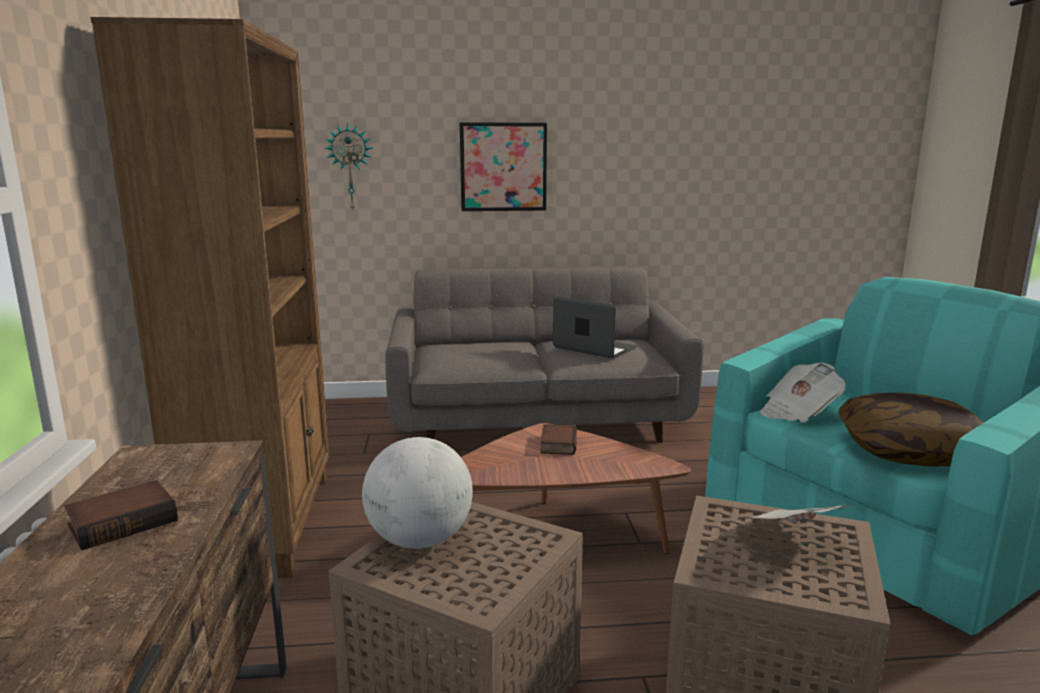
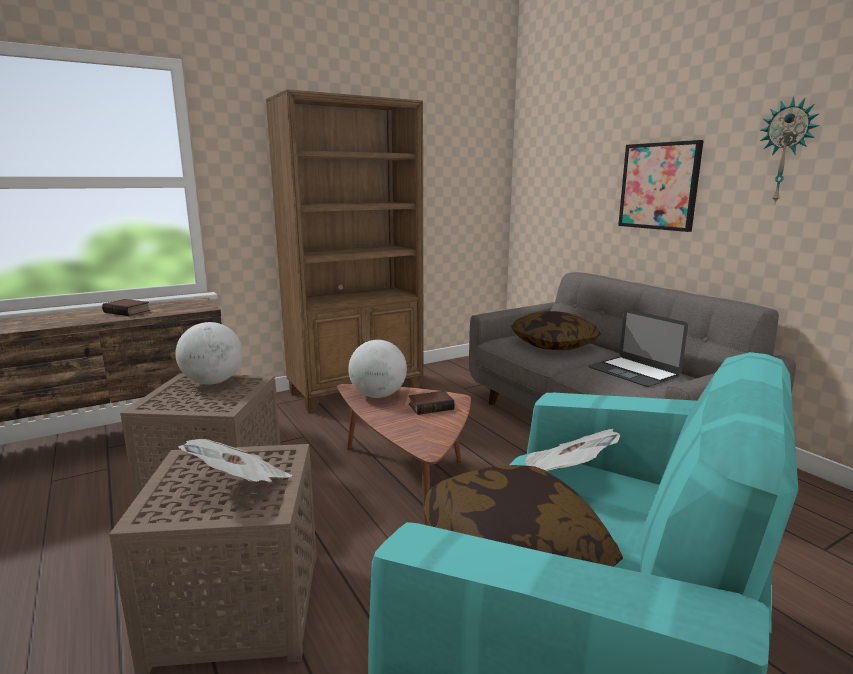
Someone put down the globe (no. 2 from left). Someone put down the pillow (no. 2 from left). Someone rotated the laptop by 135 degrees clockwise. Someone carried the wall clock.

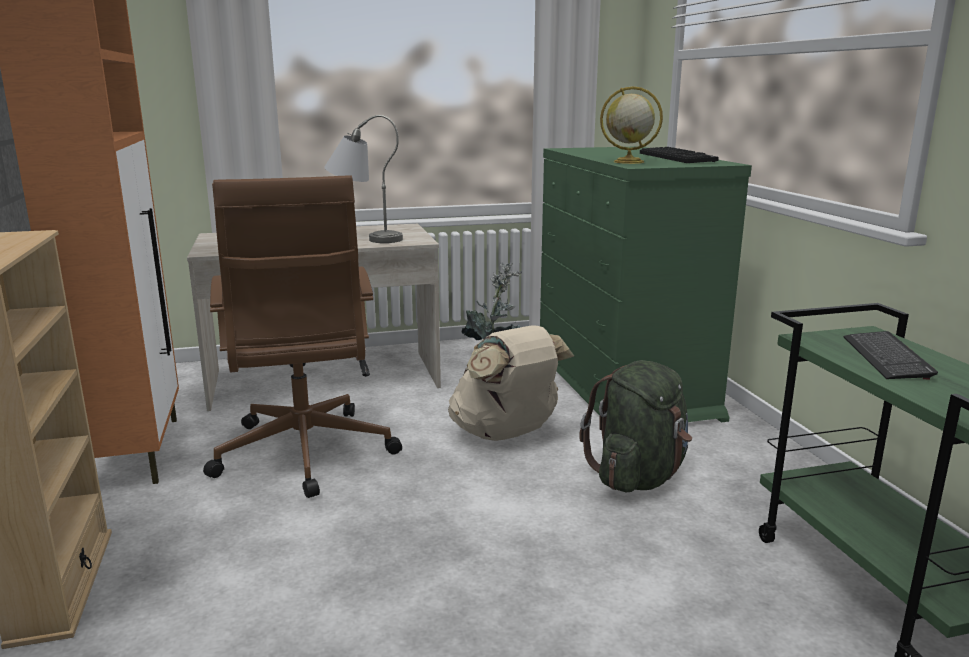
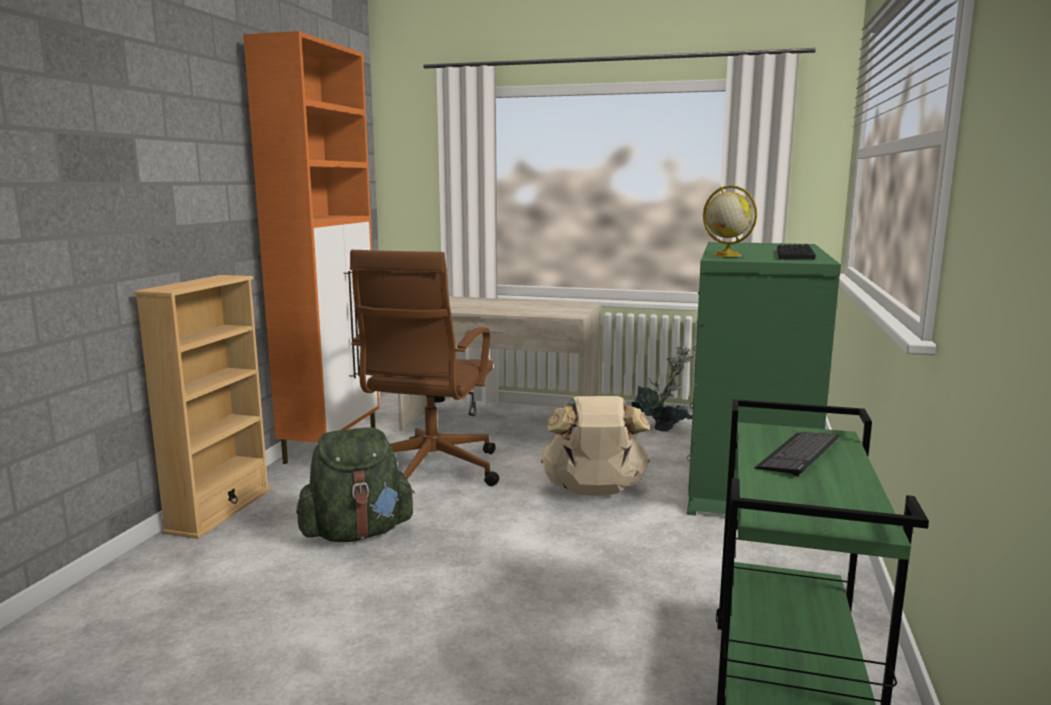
Someone carried the green backpack. Someone took away the grey table lamp.

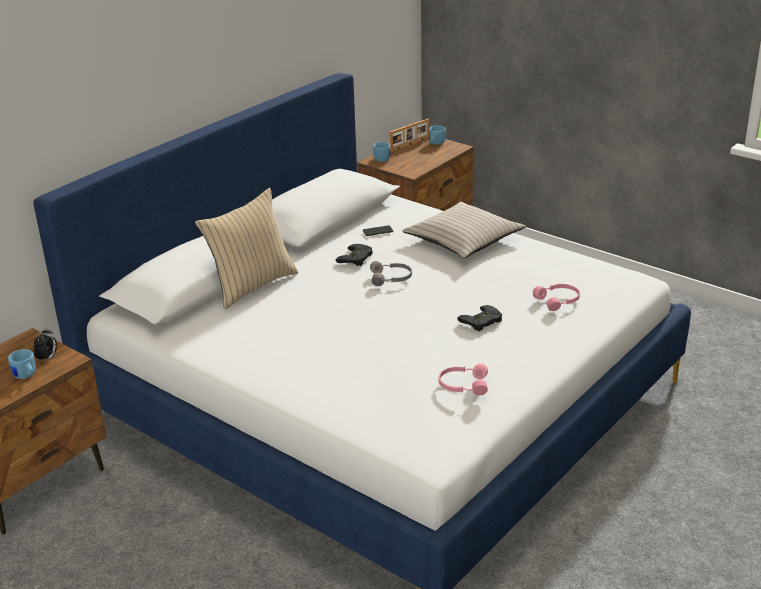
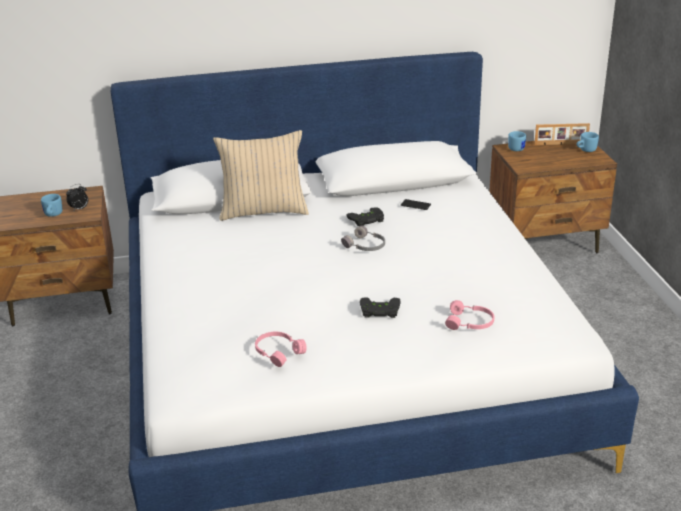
Someone took away the beige pillow (no. 2 from left).

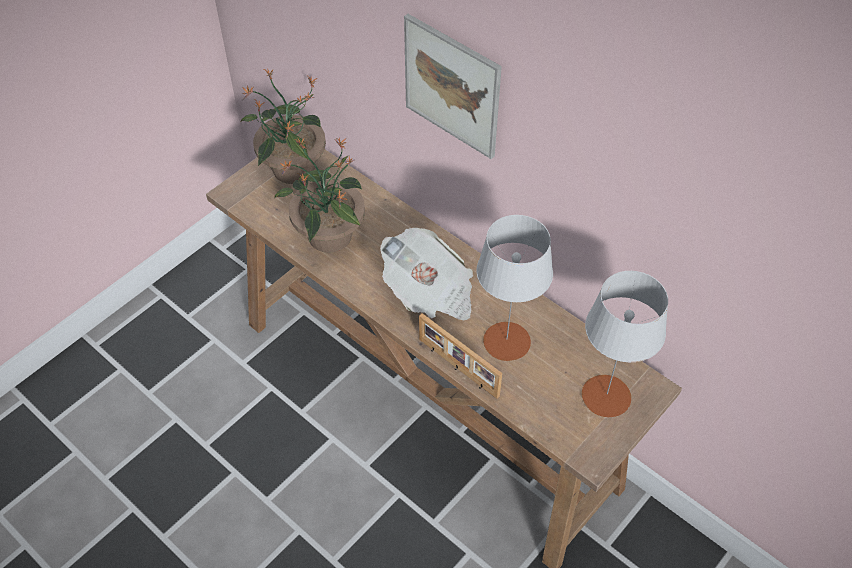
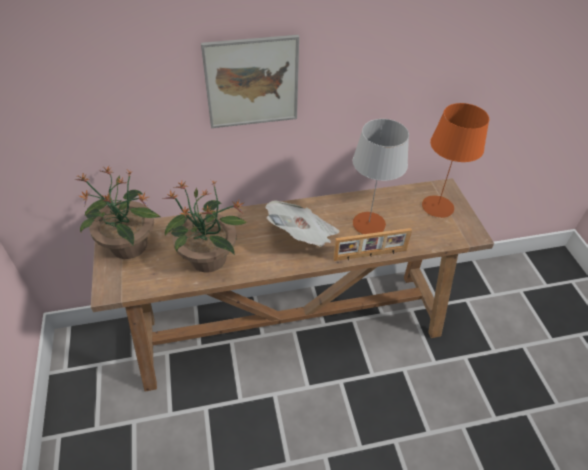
Someone repainted the grey table lamp (no. 2 from left), which became the orange table lamp.

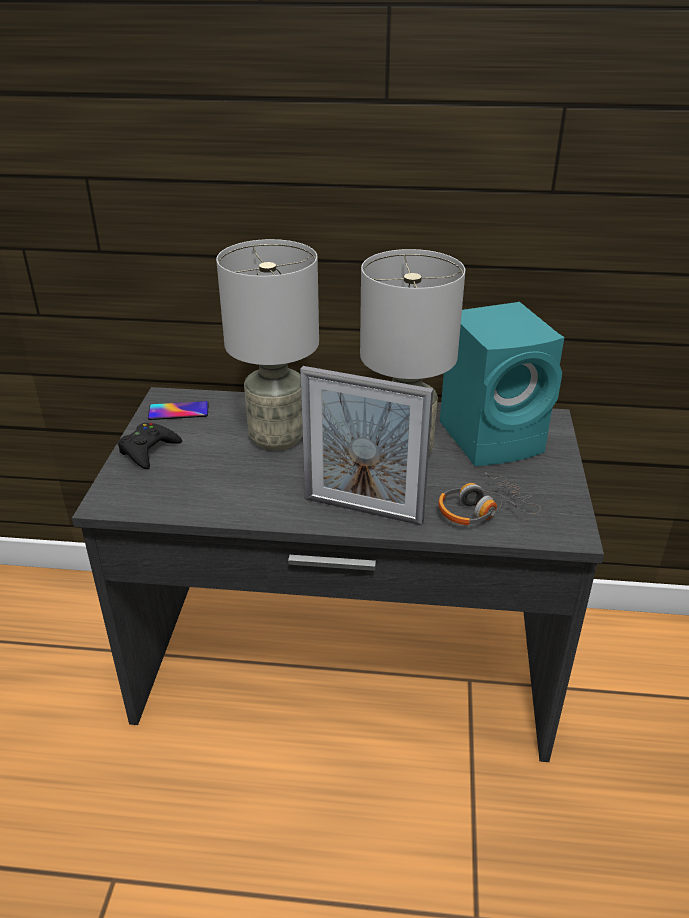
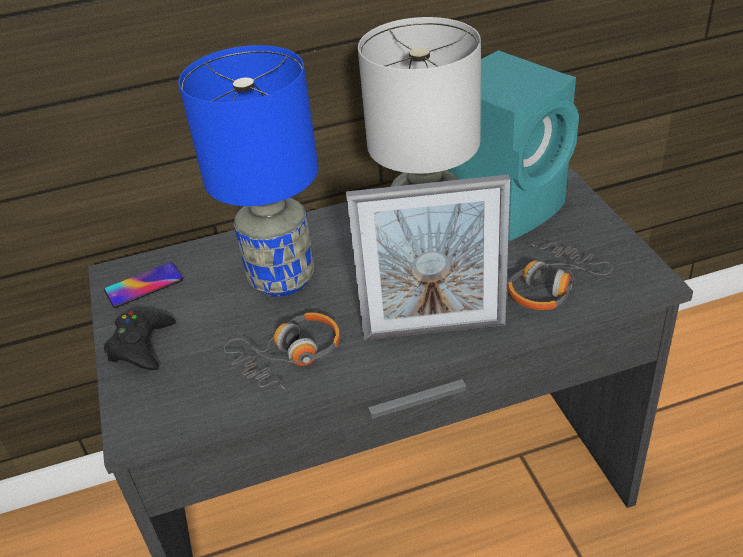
Someone repainted the grey table lamp (no. 1 from left), which became the blue table lamp. Someone put down the headphones (no. 1 from left).

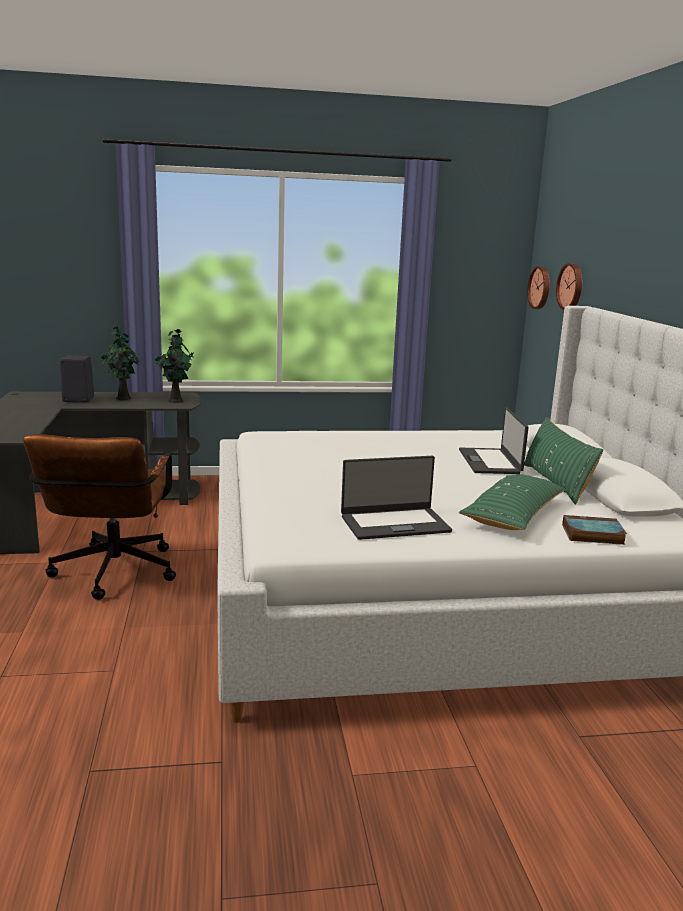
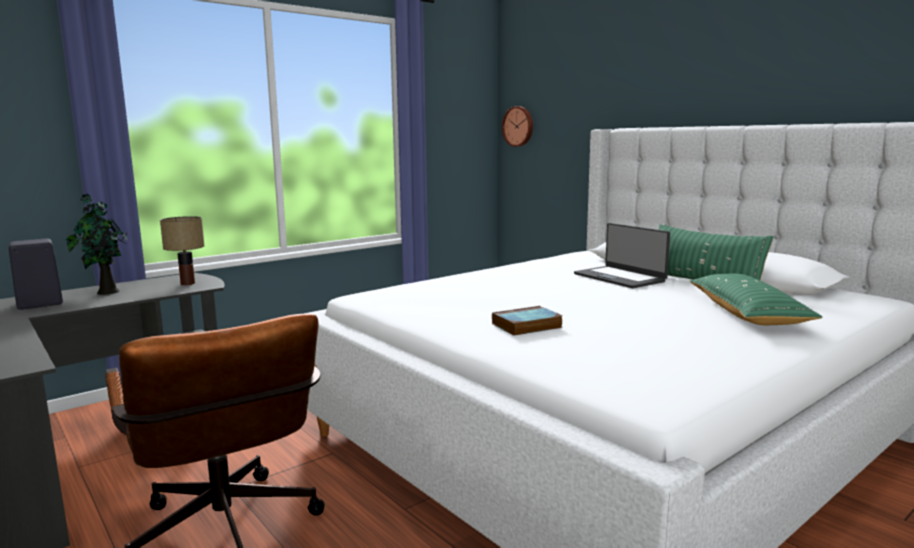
Someone swapped the potted plant (no. 2 from left) for the table lamp. Someone carried the book. Someone took away the laptop (no. 1 from left). Someone took away the wall clock (no. 2 from left).

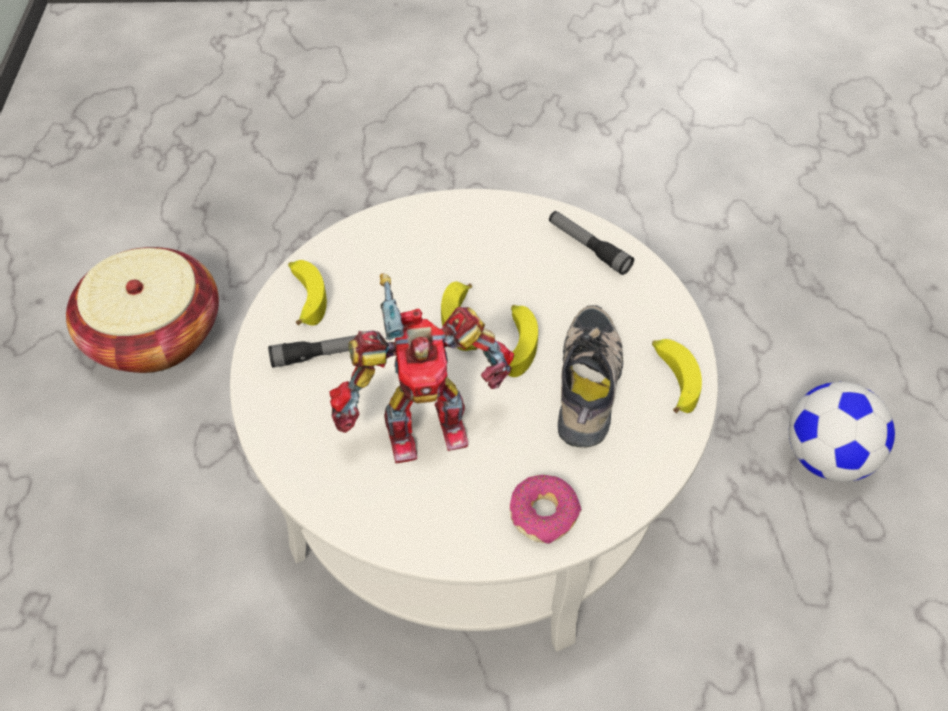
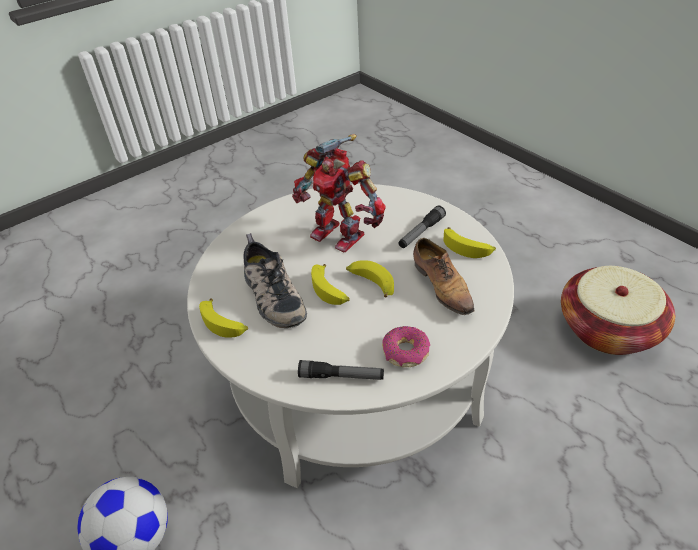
Someone rotated the toy robot by 90 degrees counterclockwise. Someone carried the donut. Someone put down the shoe (no. 2 from left).

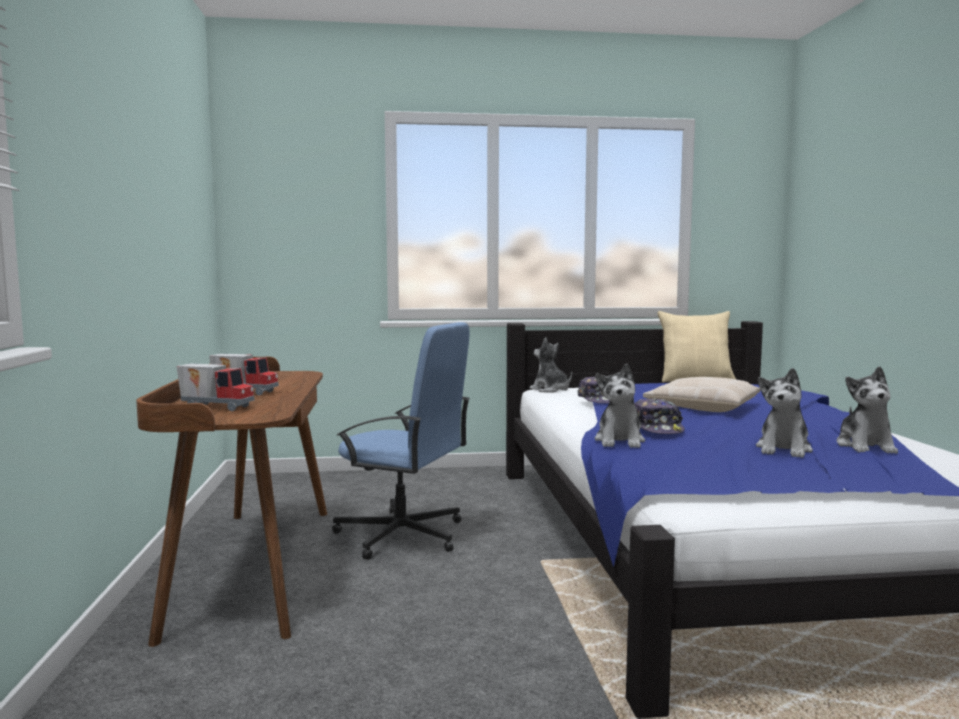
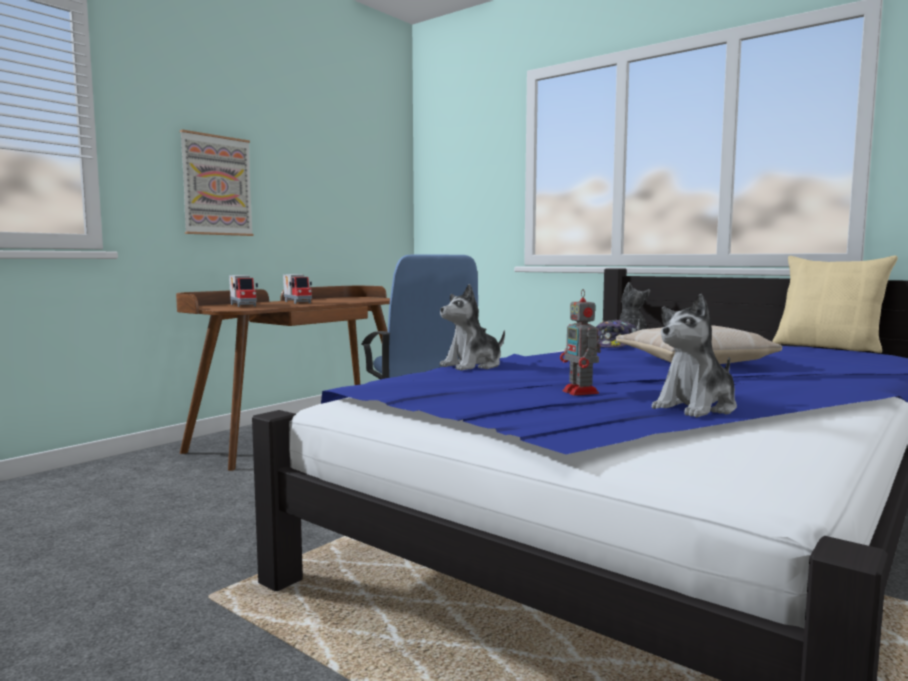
Someone put up the picture. Someone swapped the plush toy (no. 3 from left) for the toy robot. Someone took away the cap (no. 2 from left).

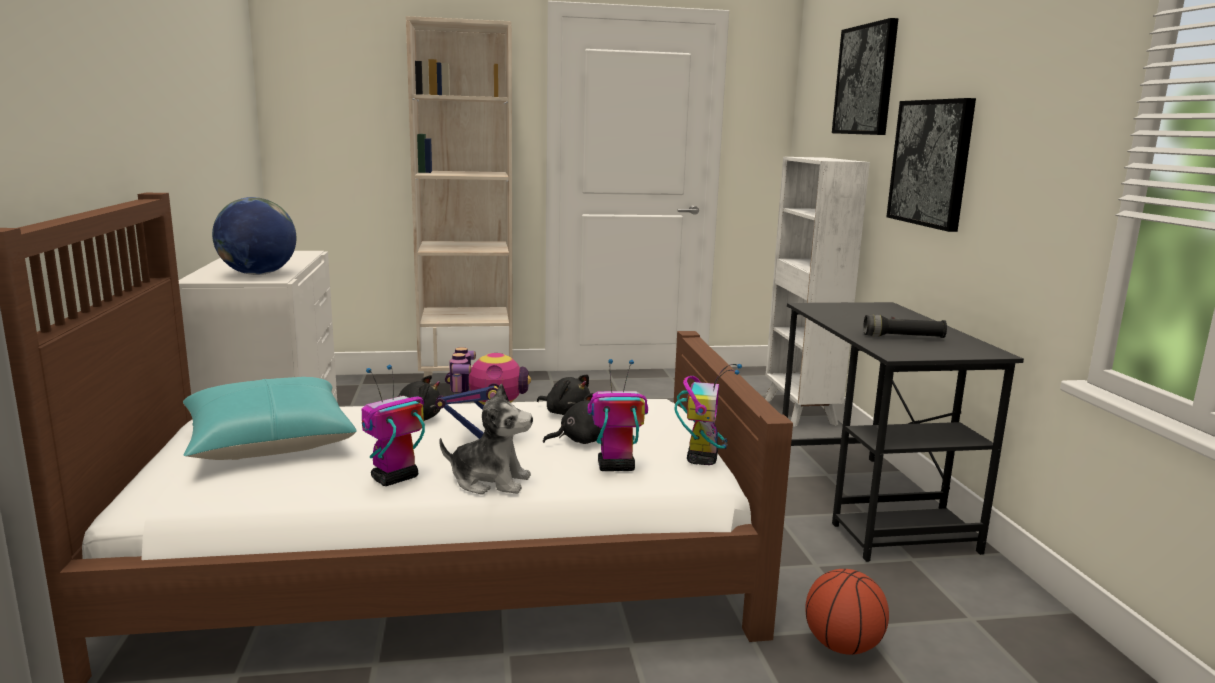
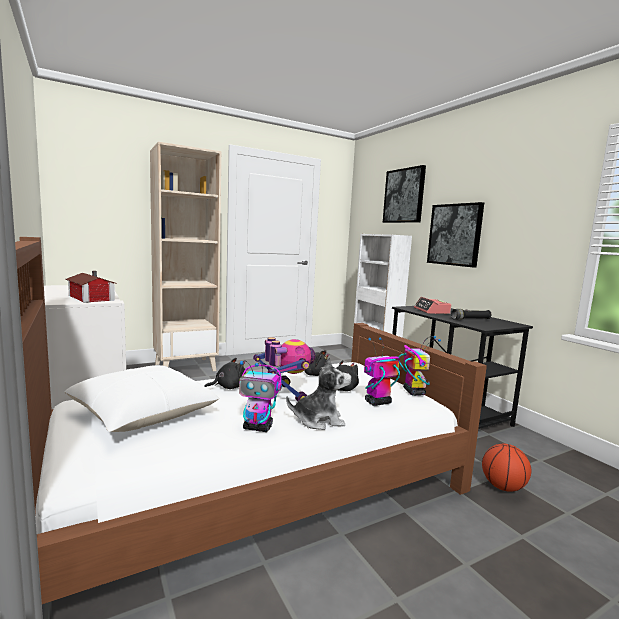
Someone repainted the turquoise pillow, which became the white pillow. Someone swapped the globe for the toy house. Someone rotated the toy robot (no. 1 from left) by 105 degrees counterclockwise. Someone put down the alarm clock.

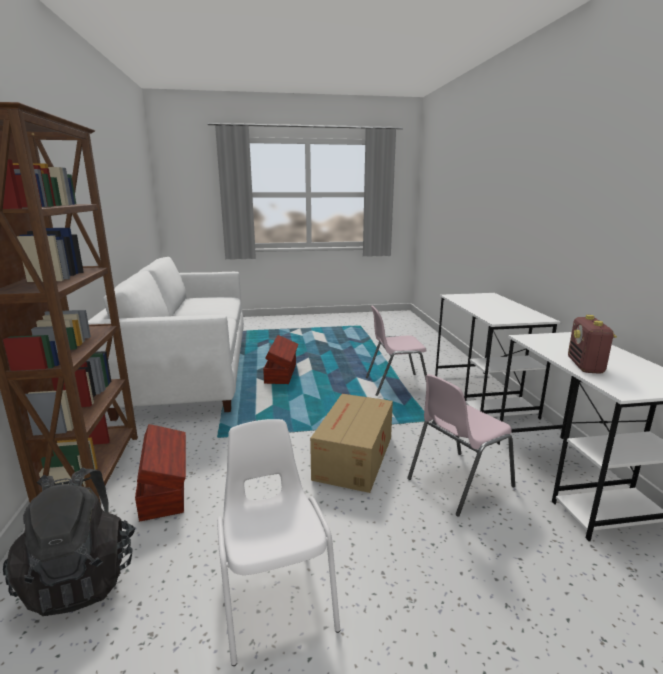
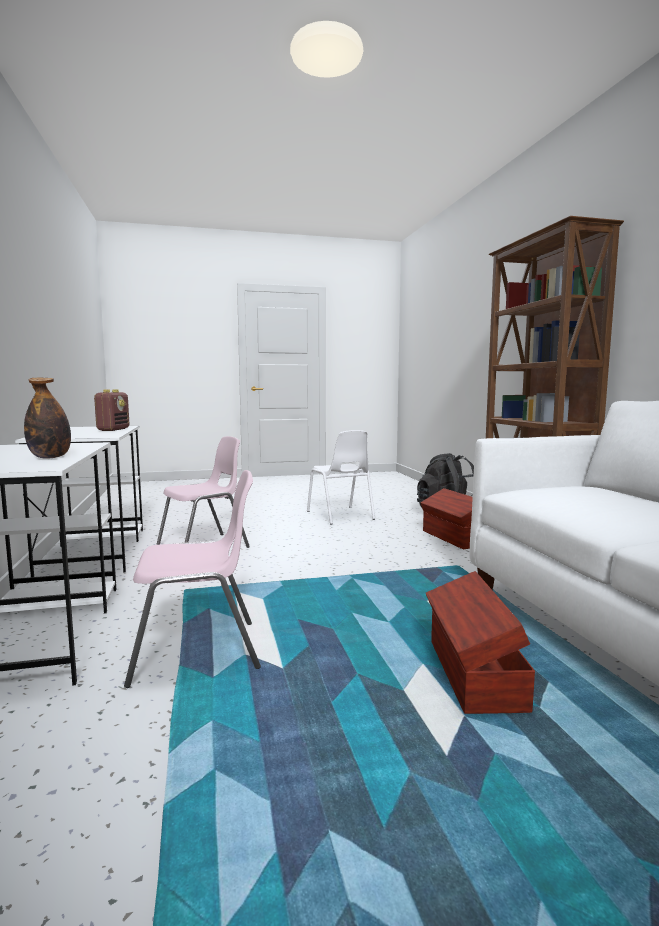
Someone put down the bottle. Someone took away the cardboard box.

